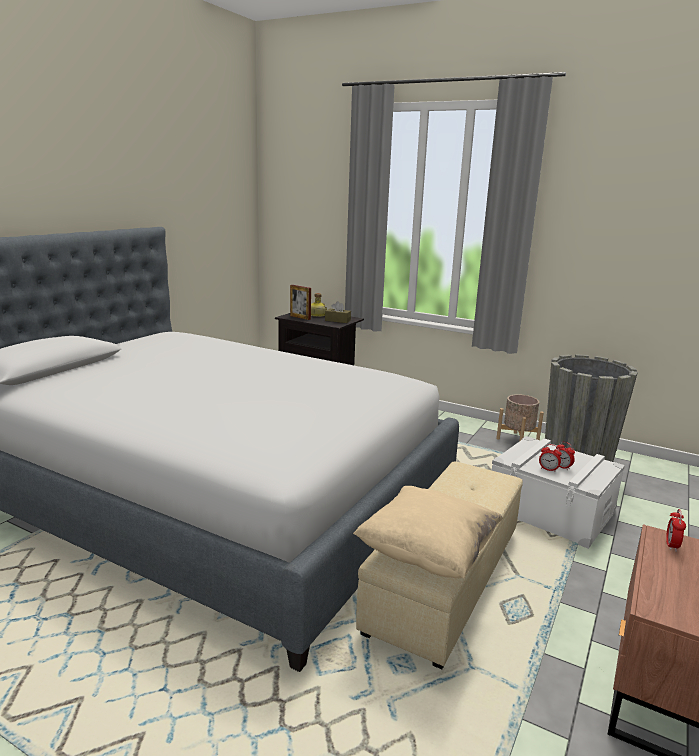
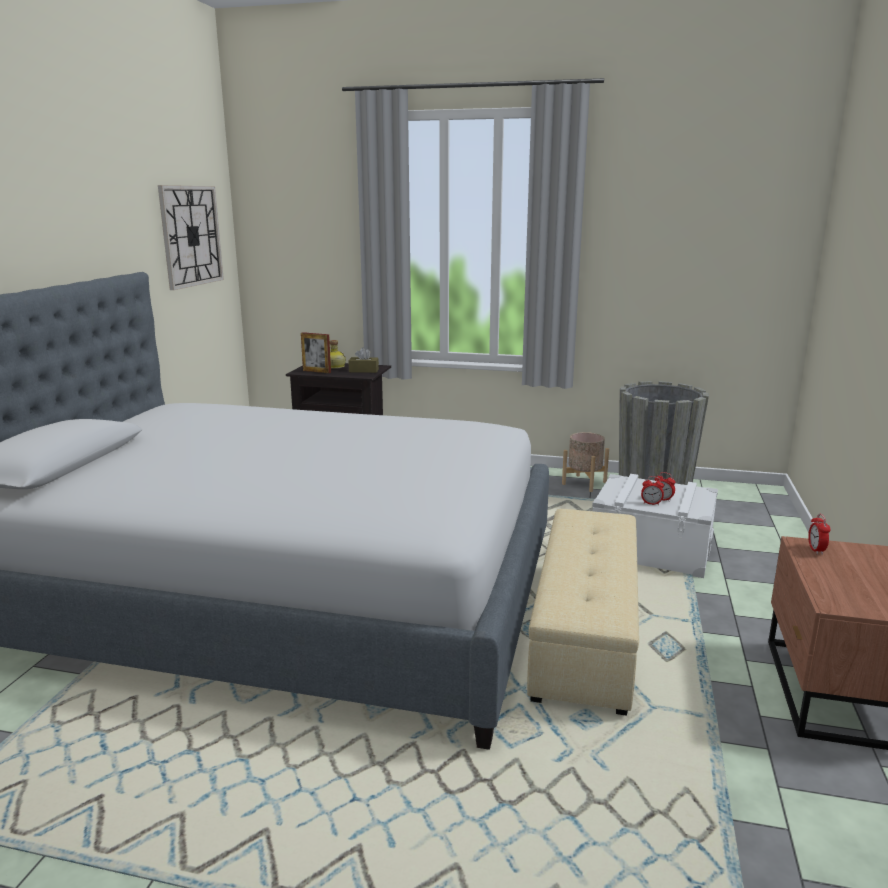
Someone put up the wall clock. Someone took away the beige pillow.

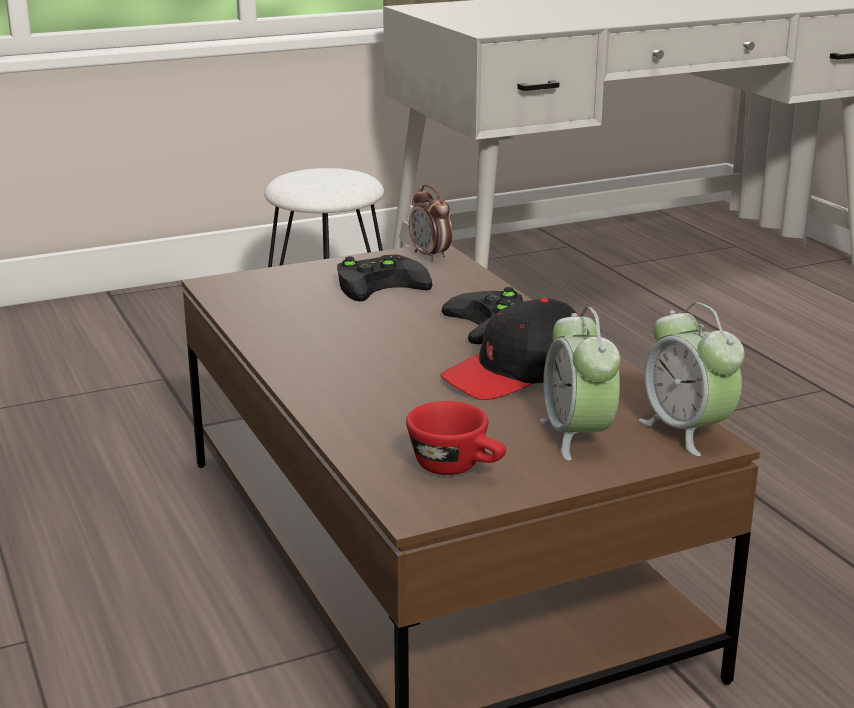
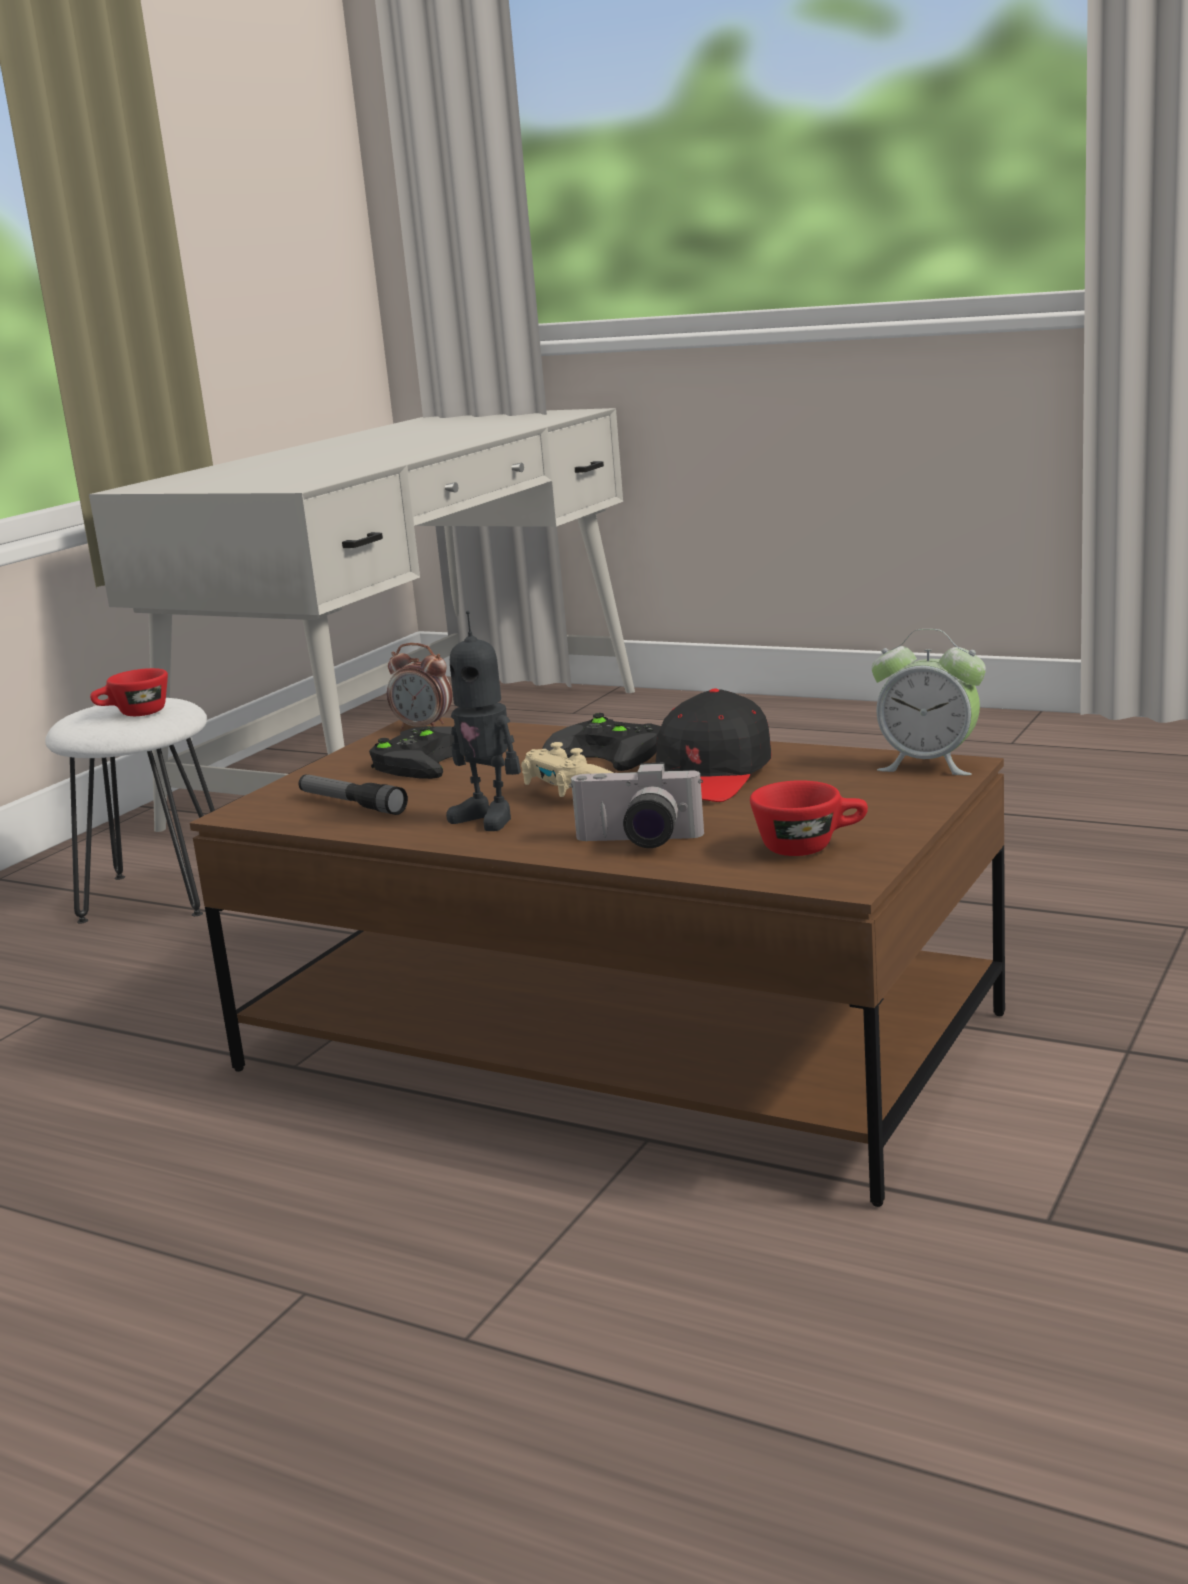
Someone put down the red cup (no. 1 from left). Someone put down the flashlight. Someone put down the toy robot. Someone put down the beige game controller. Someone put down the photo camera. Someone took away the alarm clock (no. 2 from left).

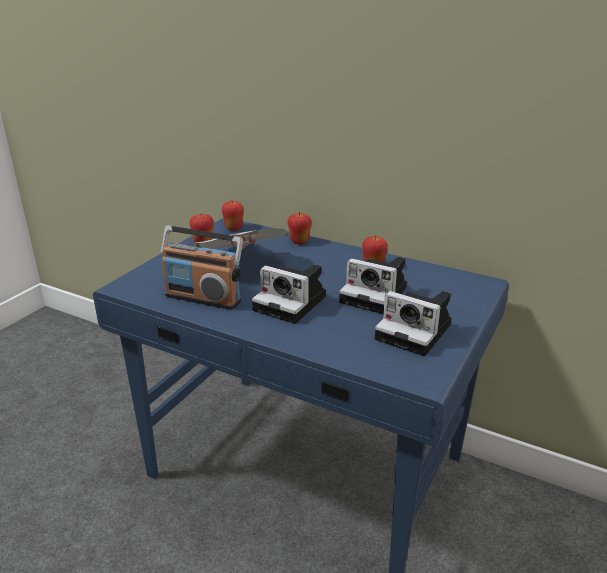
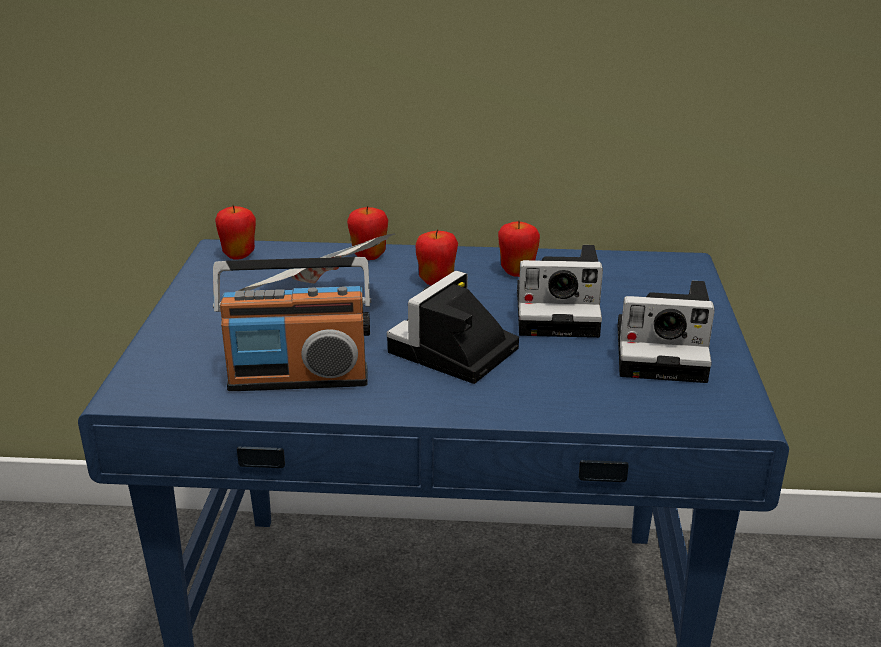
Someone rotated the photo camera (no. 1 from left) by 120 degrees clockwise. Someone carried the apple (no. 1 from left in the first image).

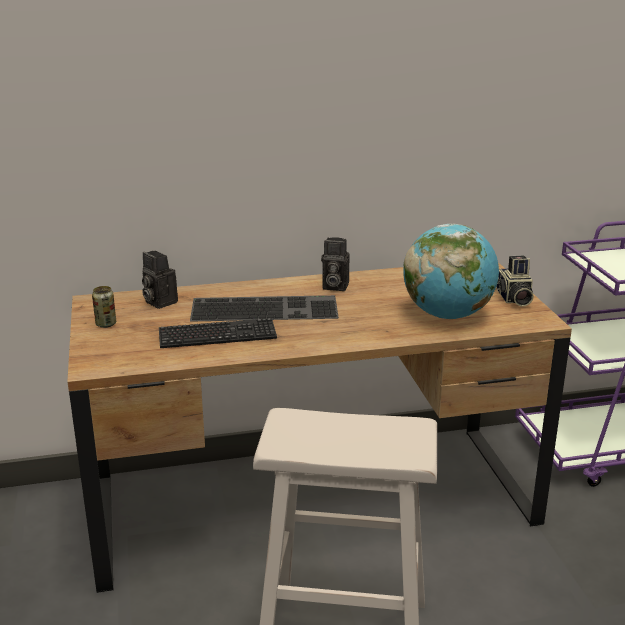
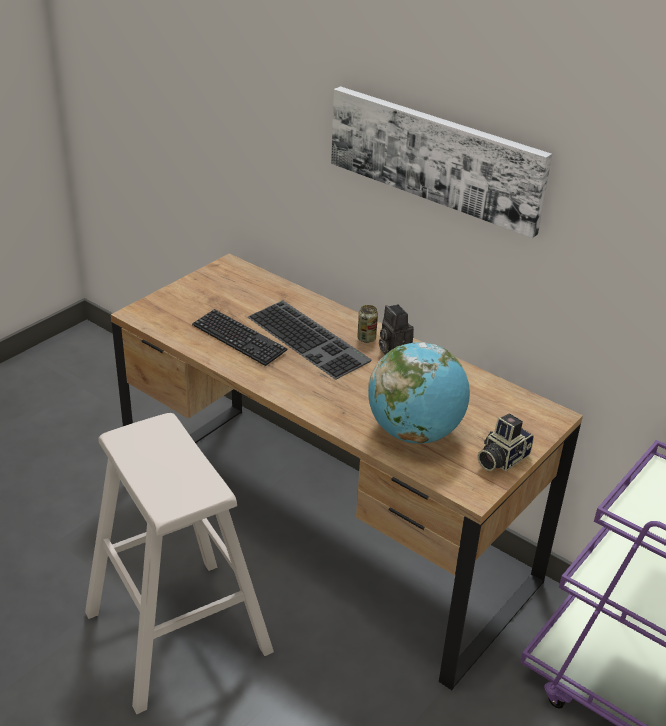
Someone put up the picture. Someone carried the can. Someone took away the photo camera (no. 1 from left).

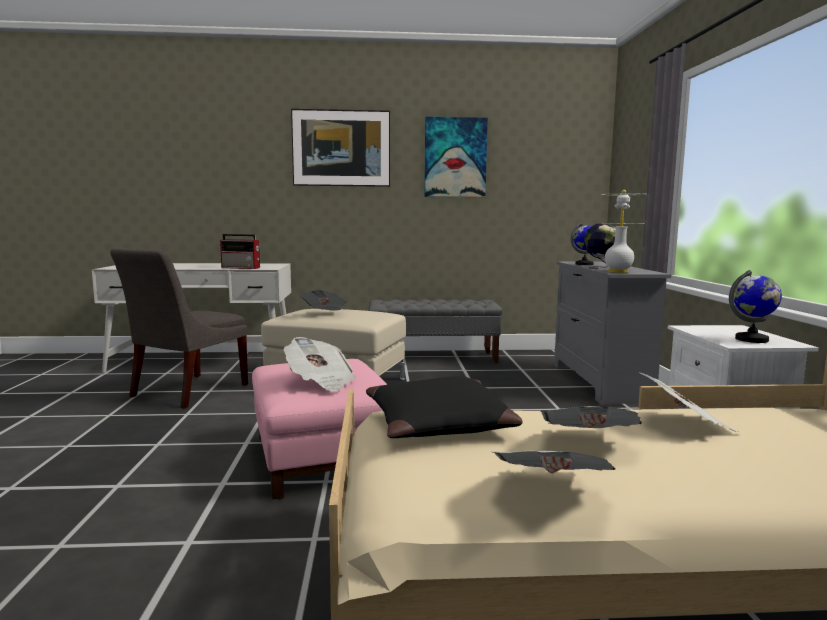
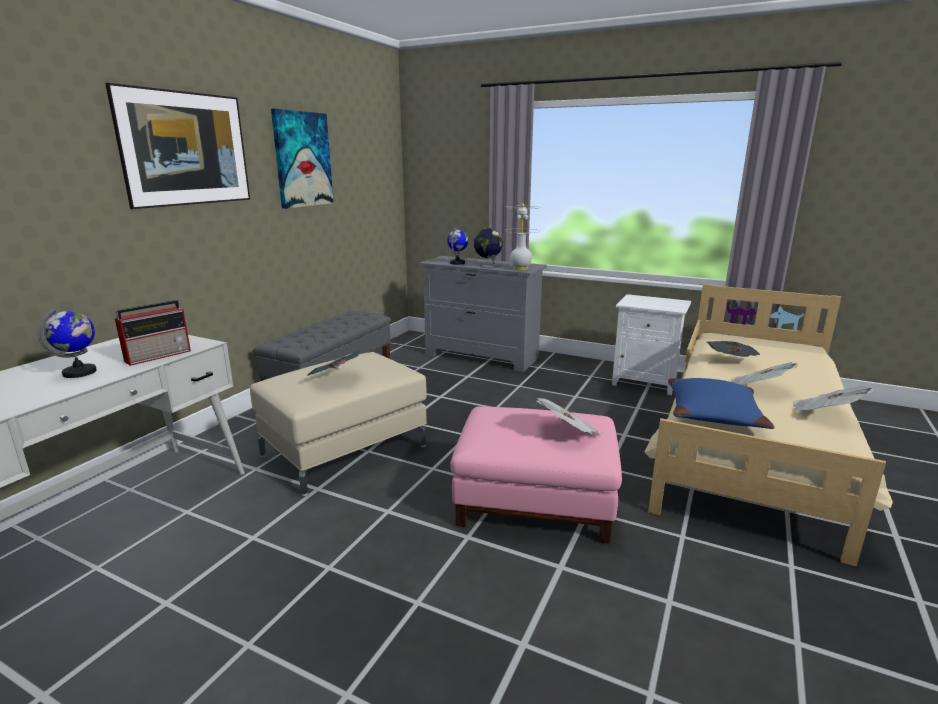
Someone carried the globe (no. 3 from left in the first image). Someone repainted the black pillow, which became the blue pillow. Someone took away the grey chair.

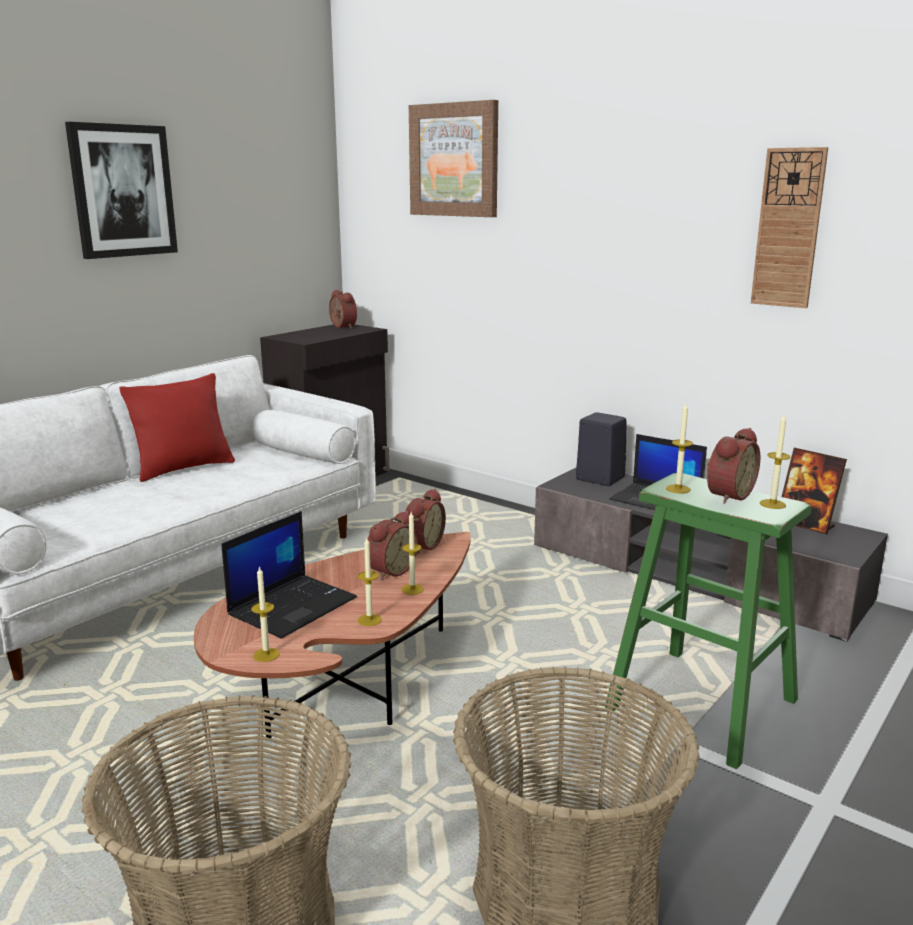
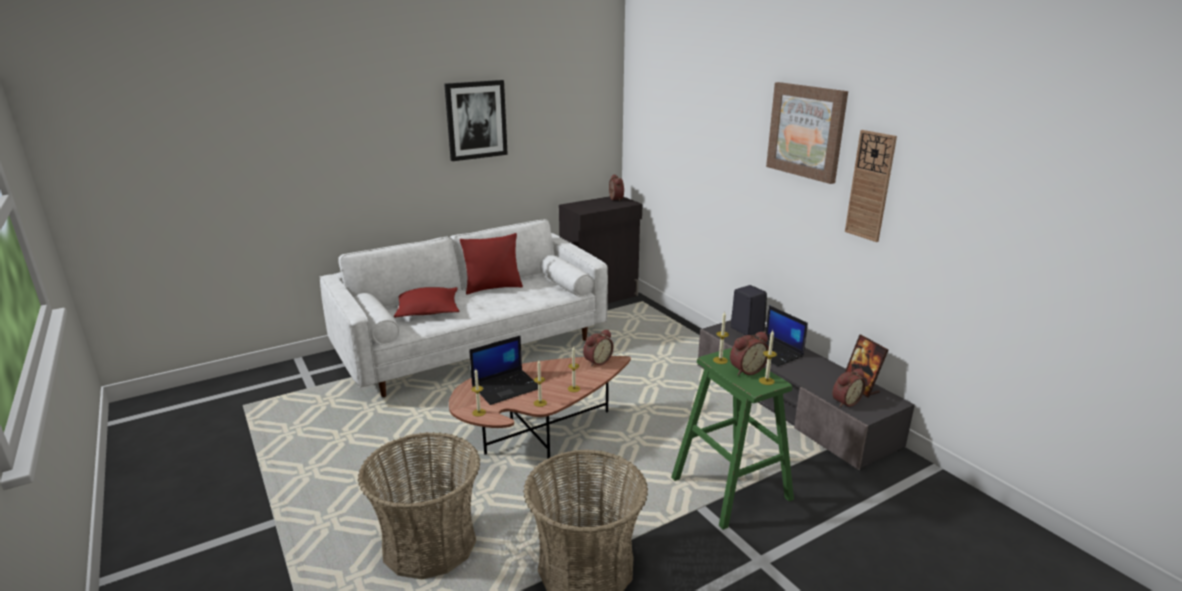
Someone put down the red pillow (no. 1 from left). Someone carried the picture (no. 2 from left). Someone carried the alarm clock (no. 2 from left in the first image).

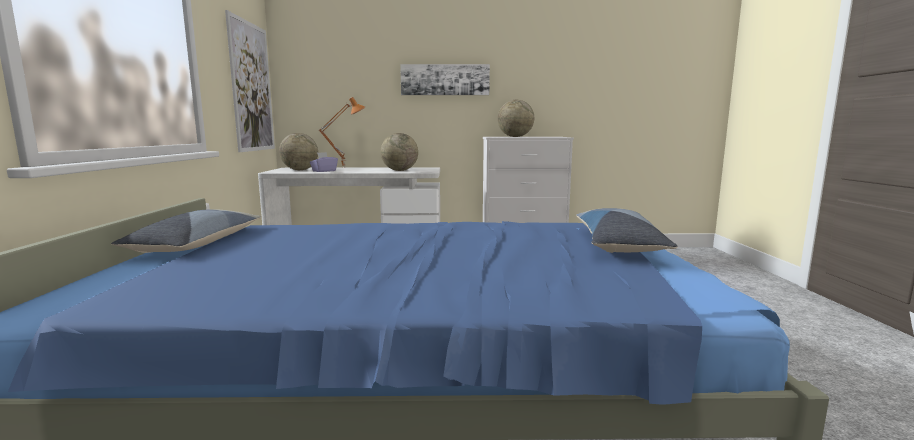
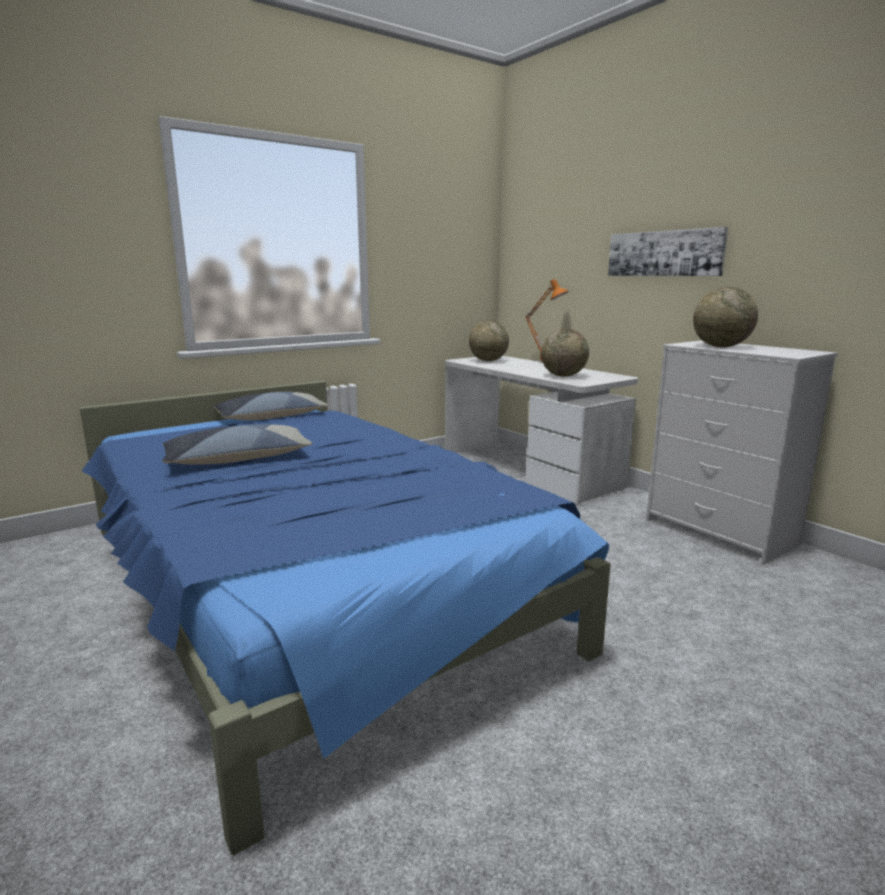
Someone carried the pillow (no. 2 from left in the first image). Someone took away the picture (no. 1 from left). Someone took away the purple tissue box.

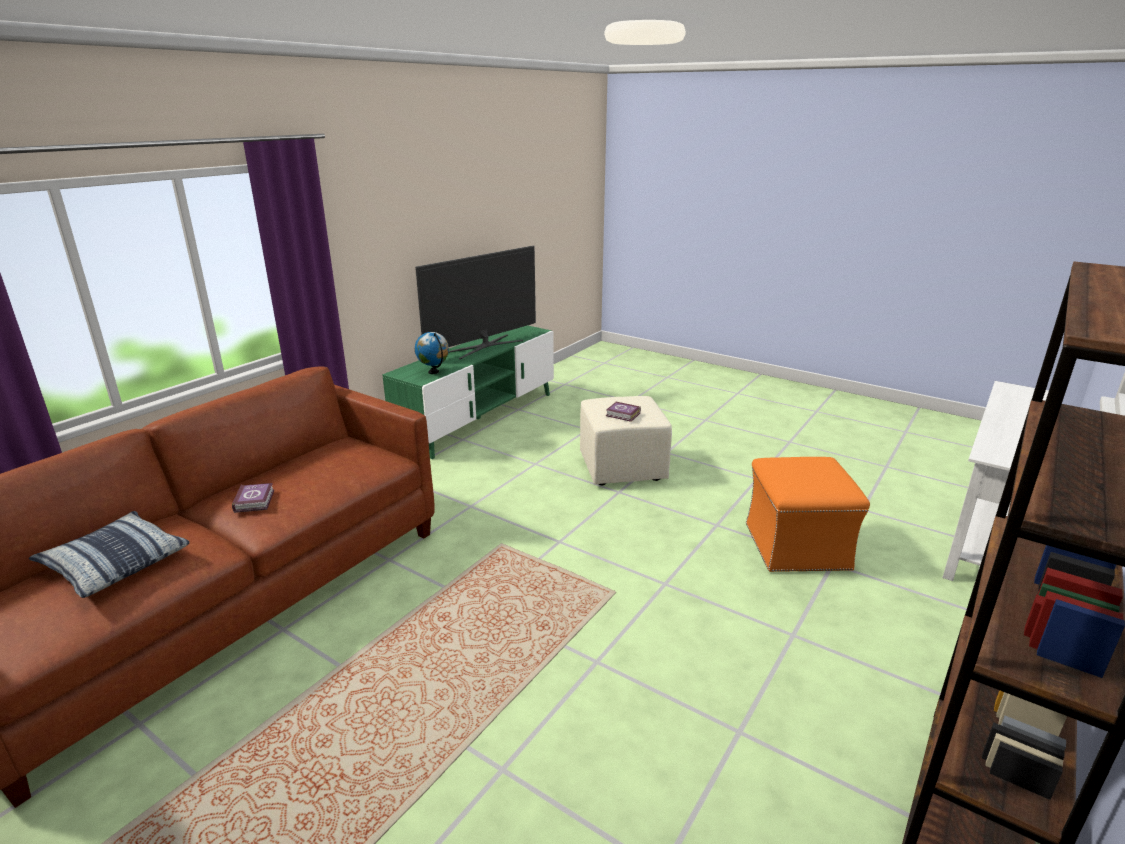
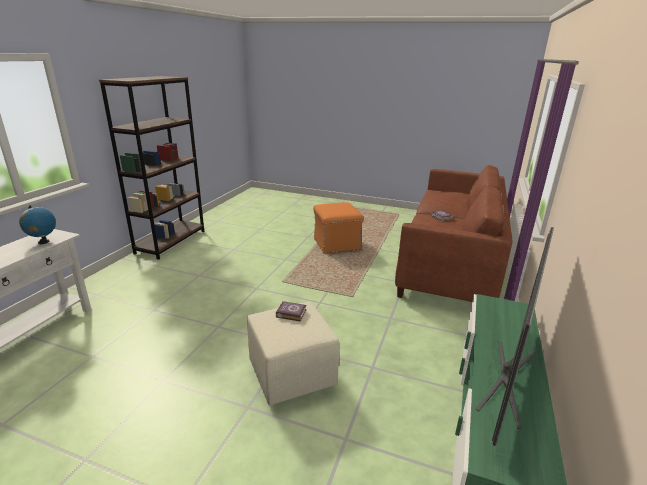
Someone carried the globe. Someone carried the orange ottoman. Someone took away the pillow.

